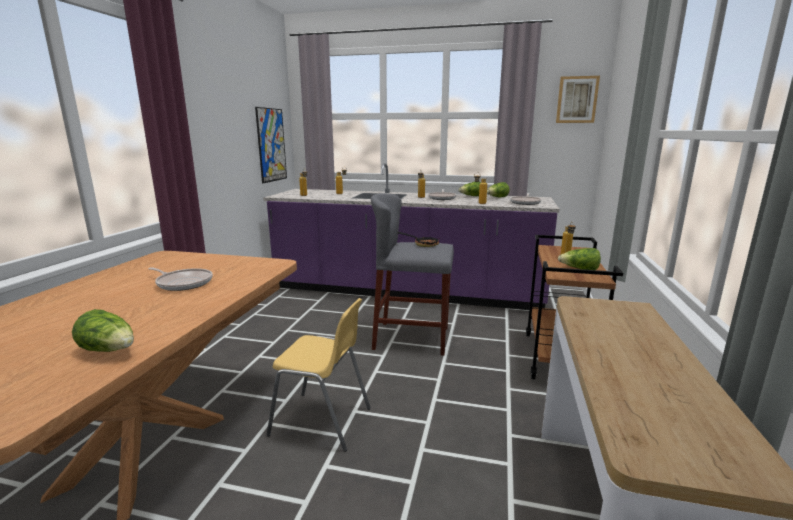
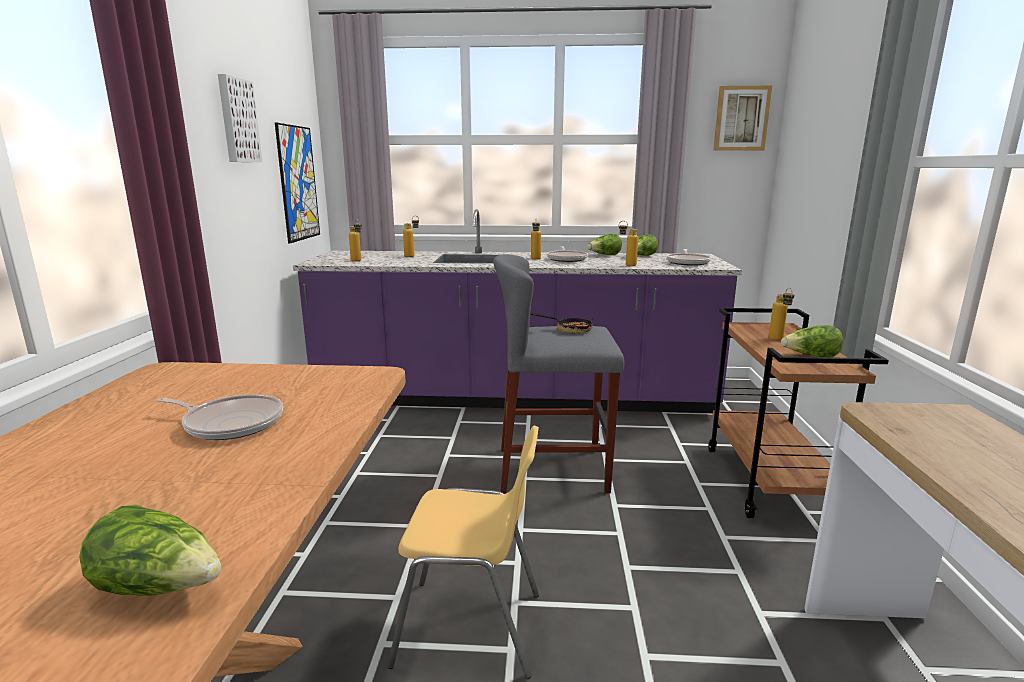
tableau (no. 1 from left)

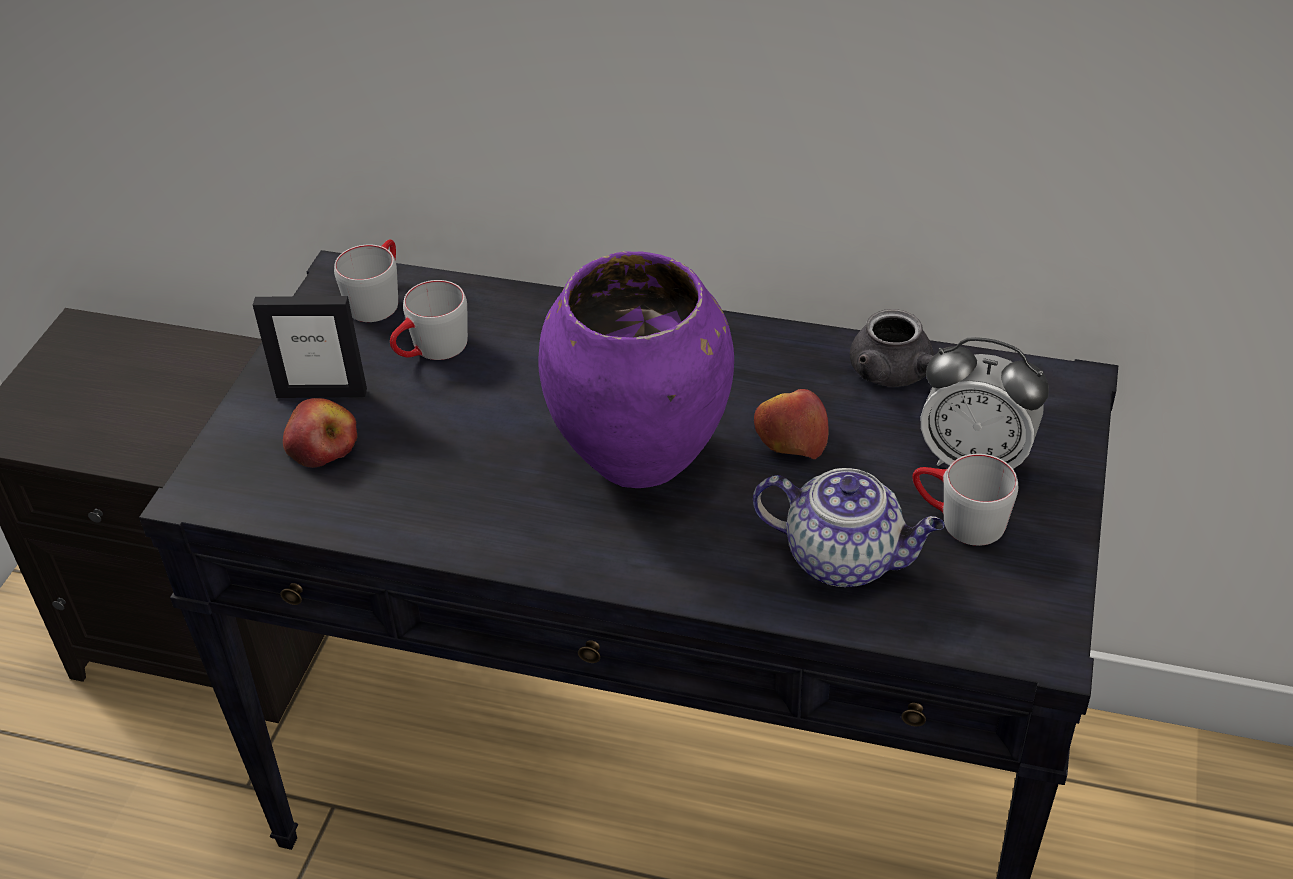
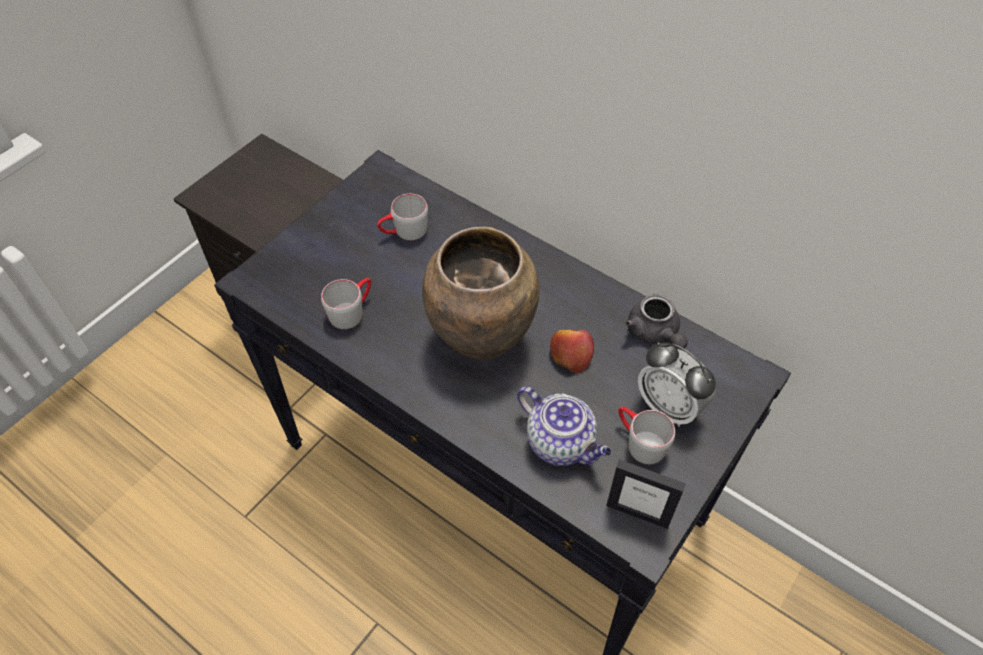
cadre photo
pomme (no. 1 from left in the first image)
mug [gris] (no. 1 from left)
vase [marron]

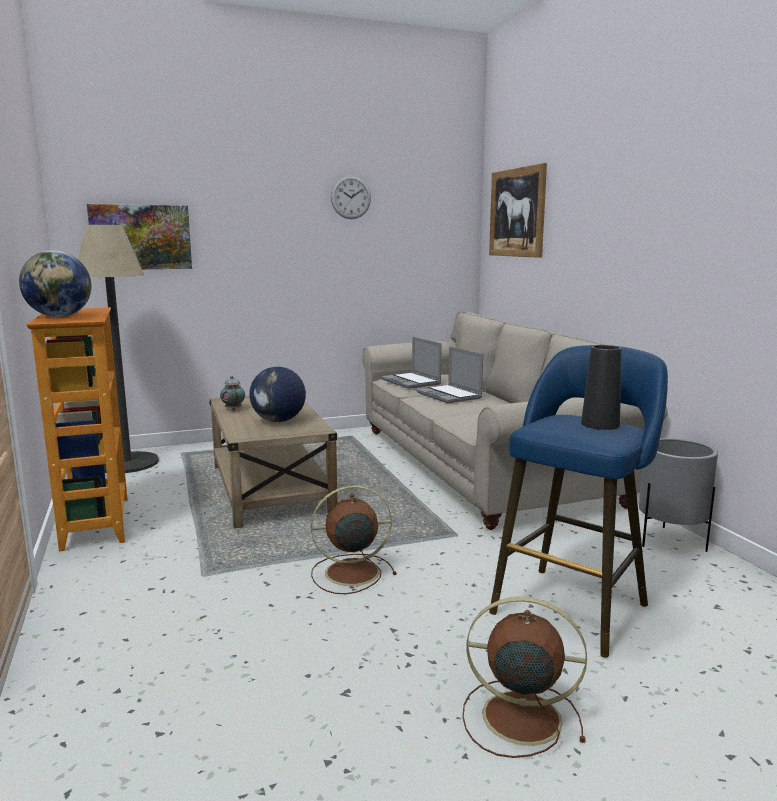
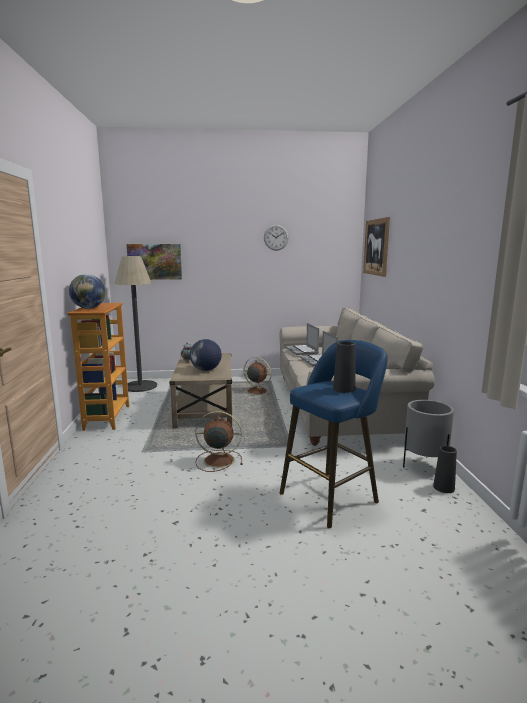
ventilateur [marron] (no. 2 from left)
vase [noir] (no. 2 from left)

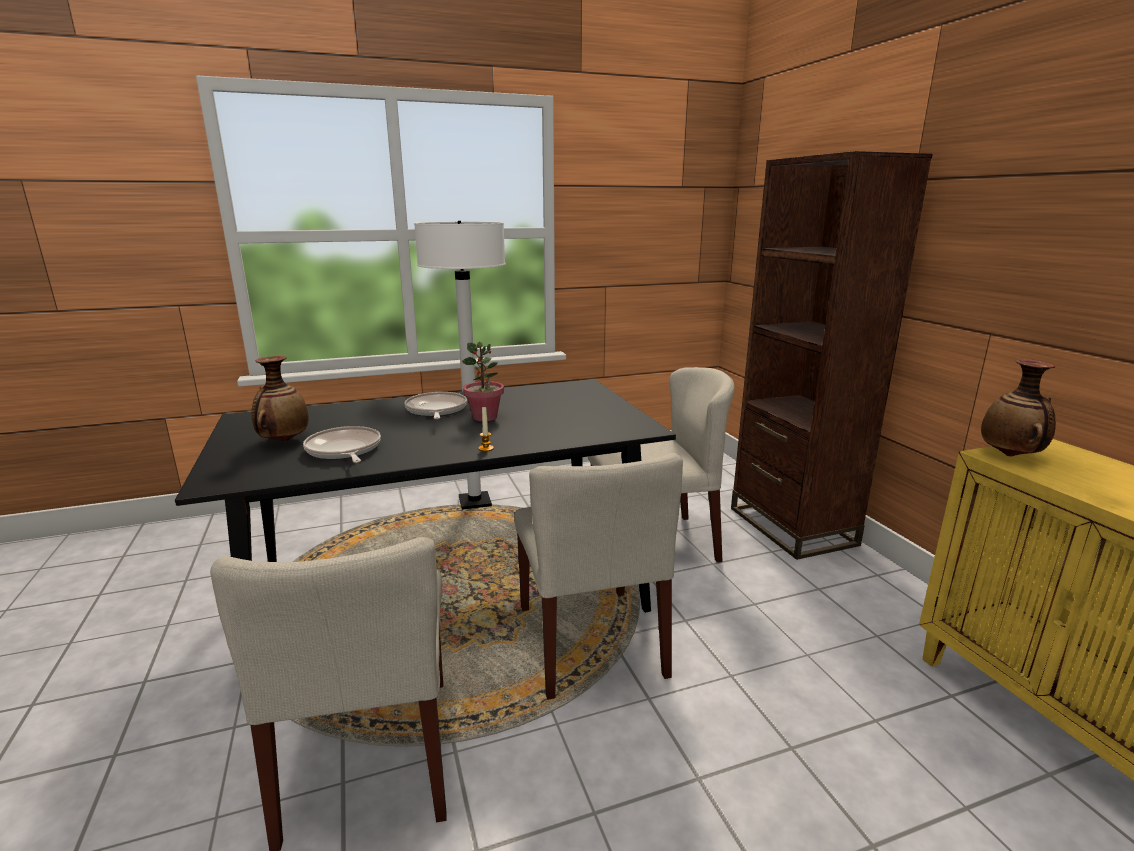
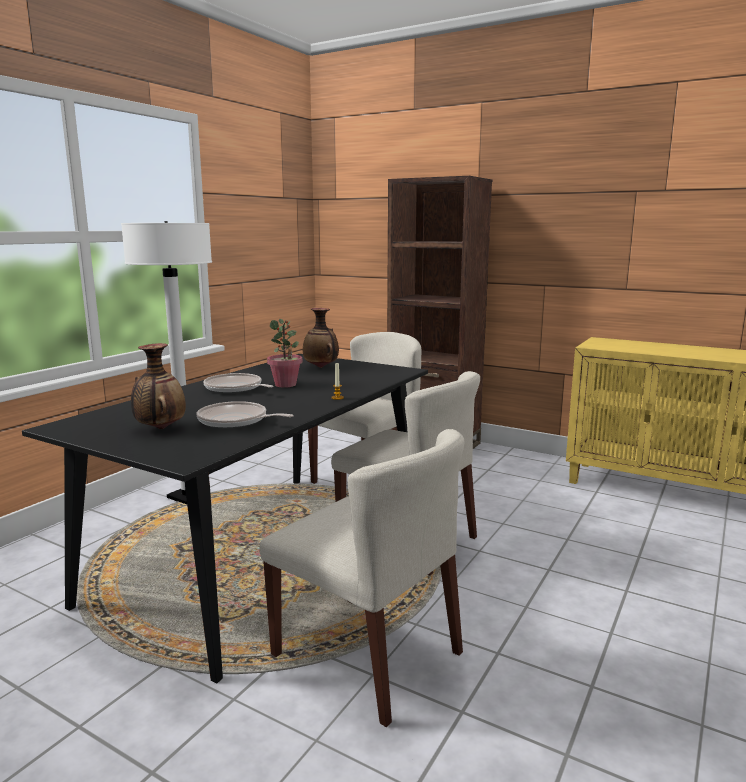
vase (no. 2 from left)

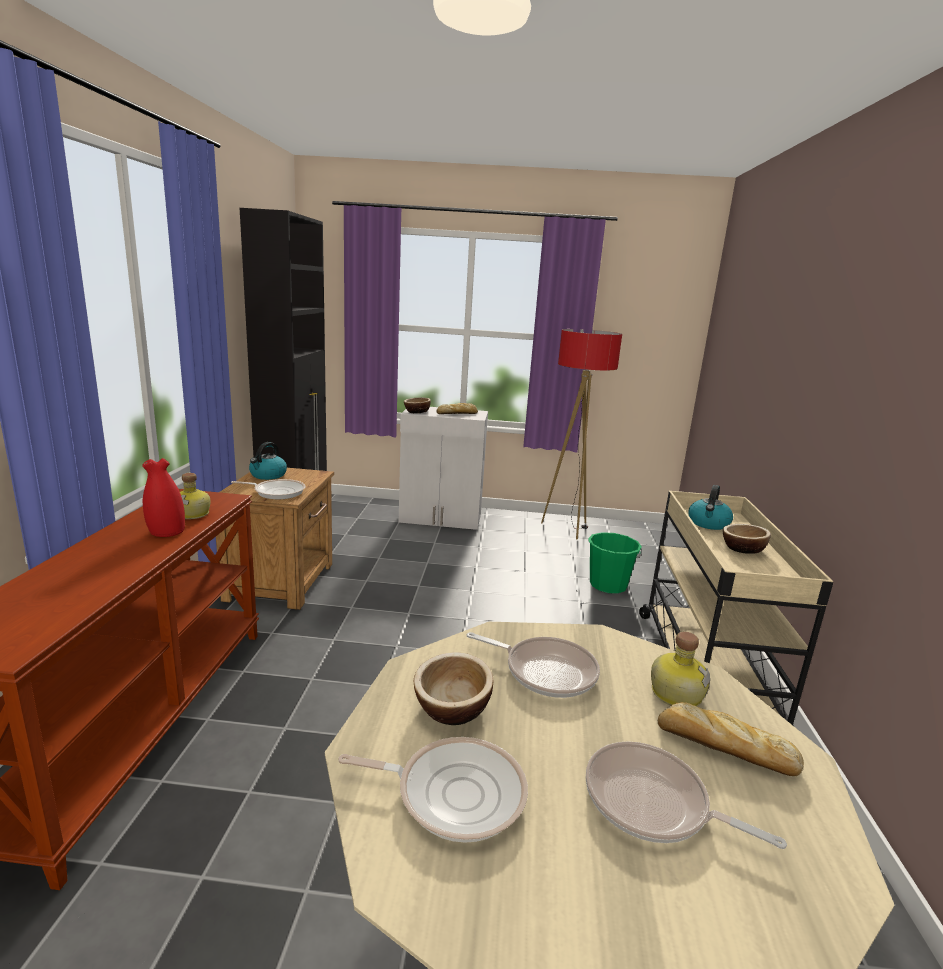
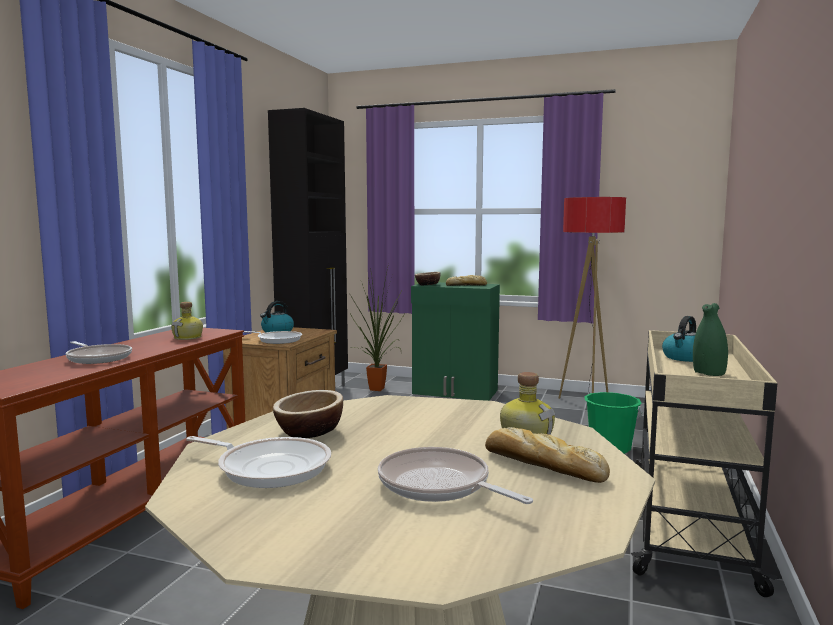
vase [rouge]
meuble de rangement [vert]
poêle (no. 1 from left)
vase [vert]
plante en pot

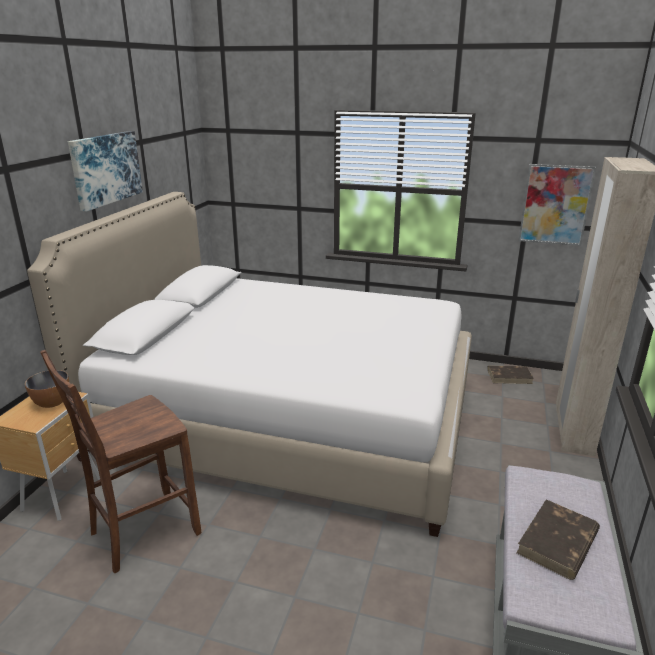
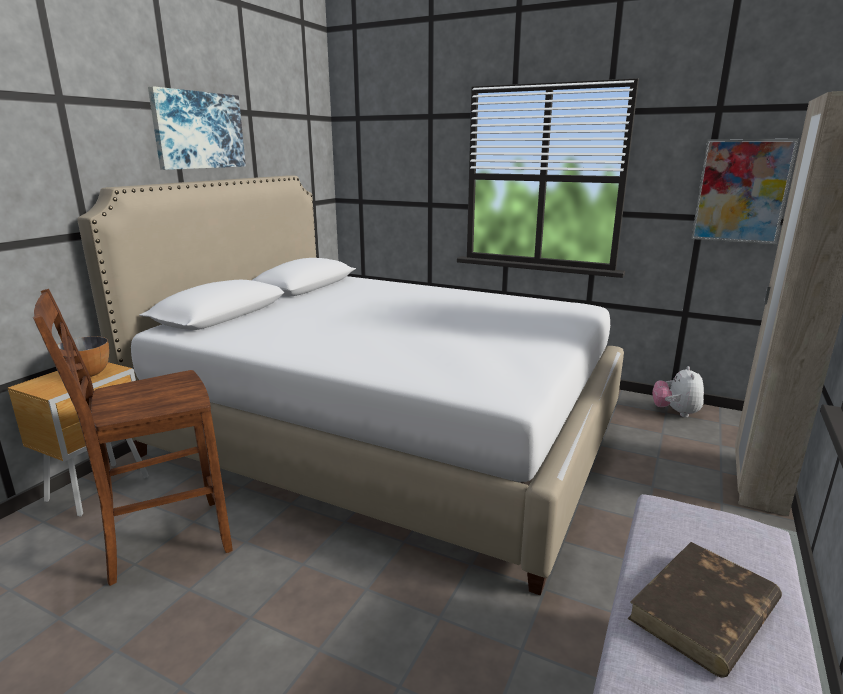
peluche

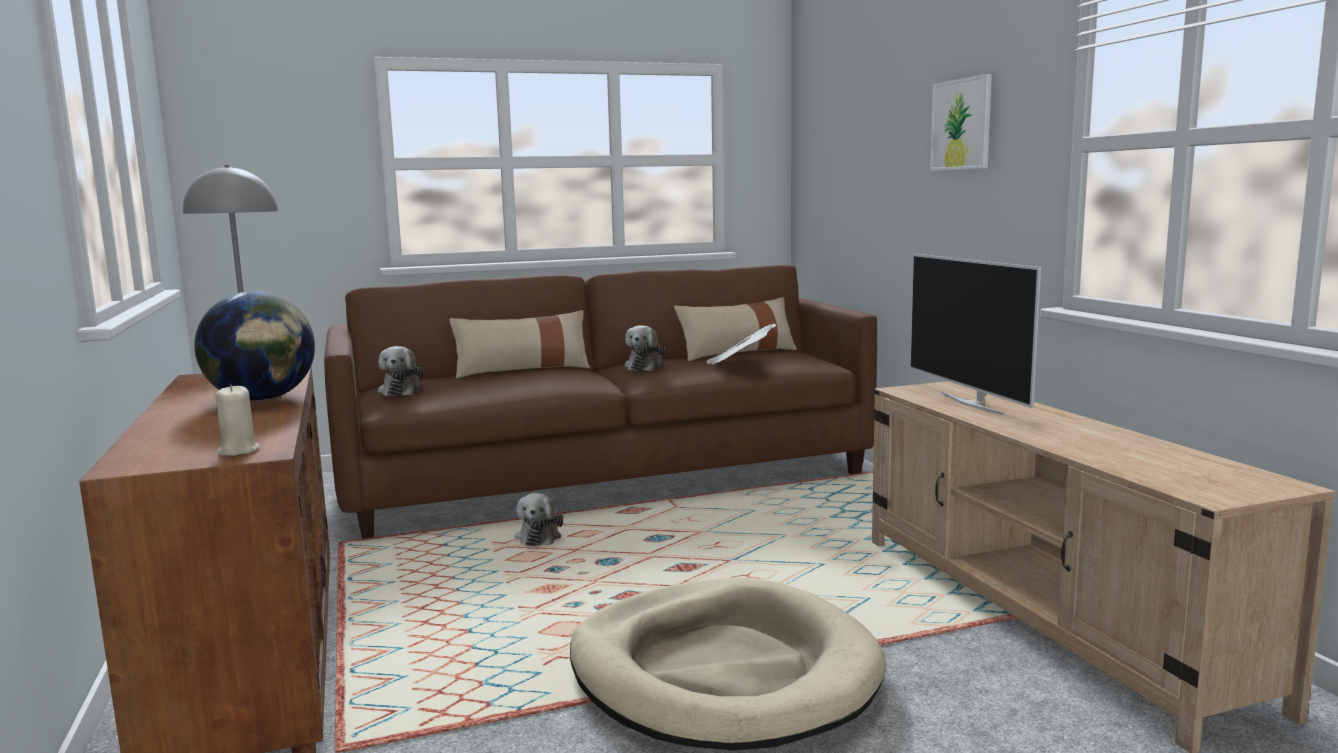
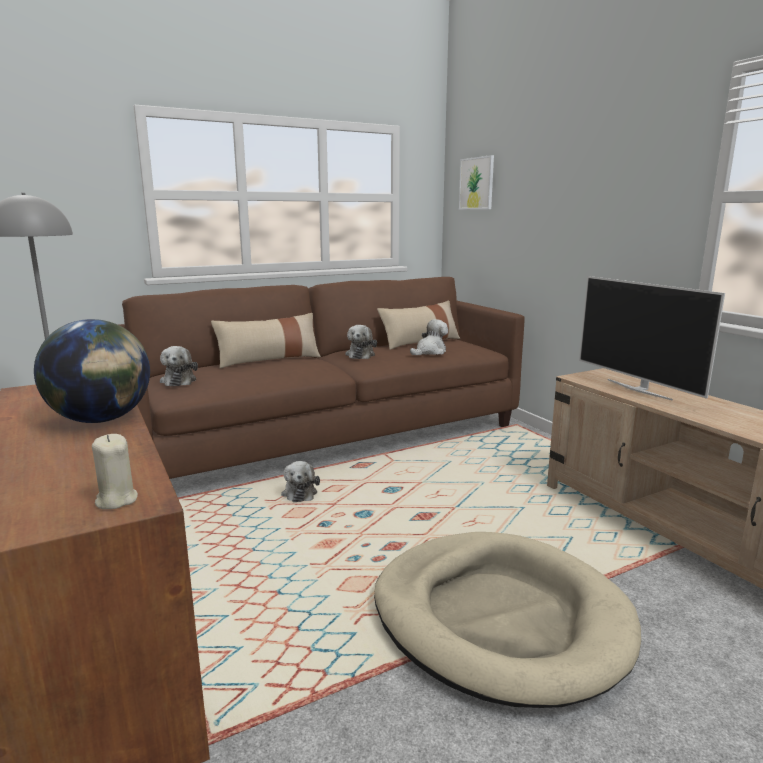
peluche (no. 4 from left)
tableau

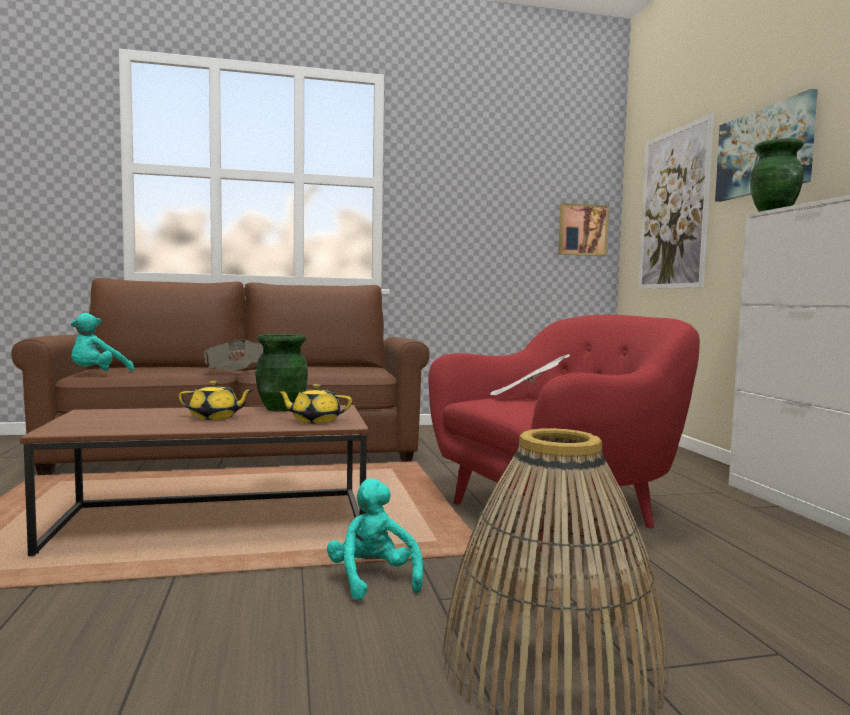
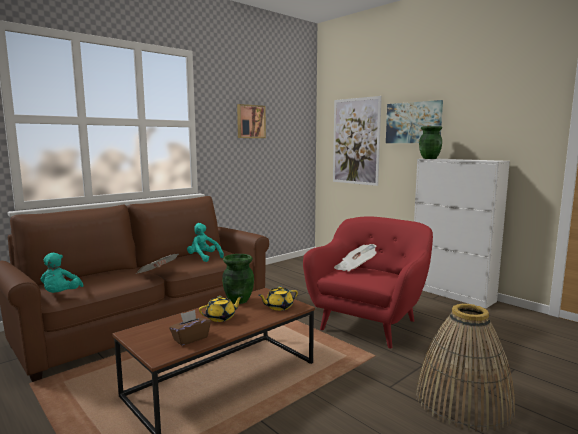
peluche [turquoise] (no. 2 from left)
tableau (no. 1 from left)
boîte à mouchoirs [marron]

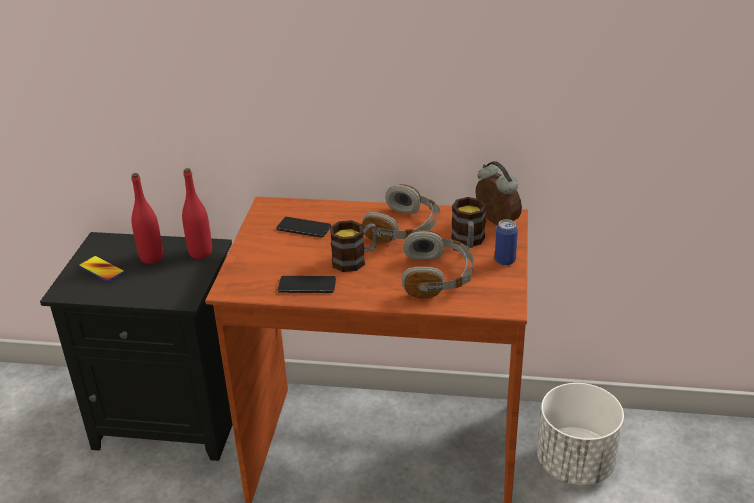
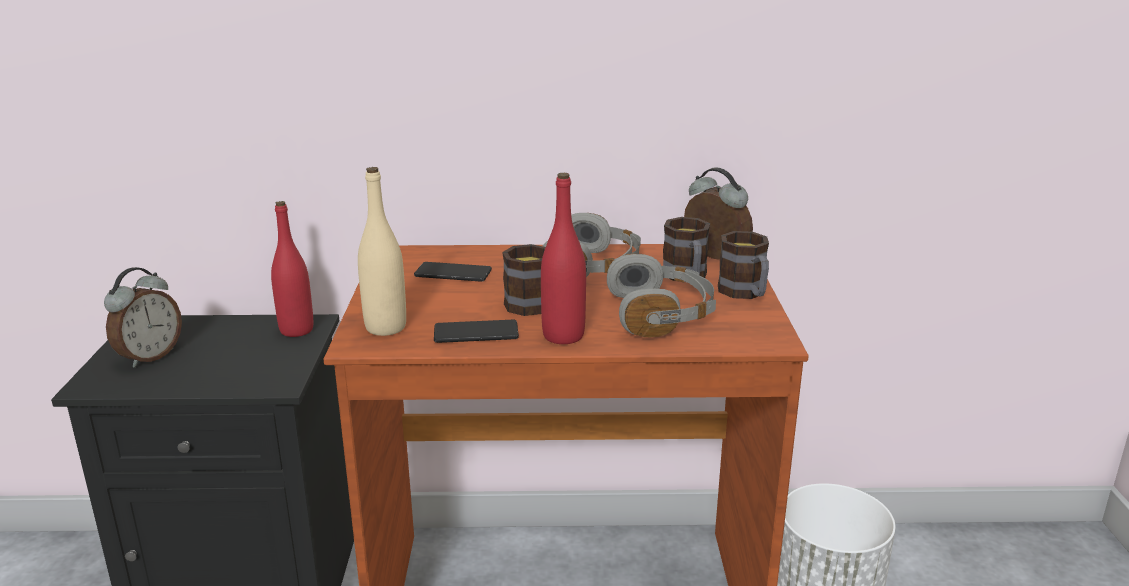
réveil (no. 1 from left)
bouteille [rouge] (no. 2 from left)
mug (no. 3 from left)
bouteille [beige]

